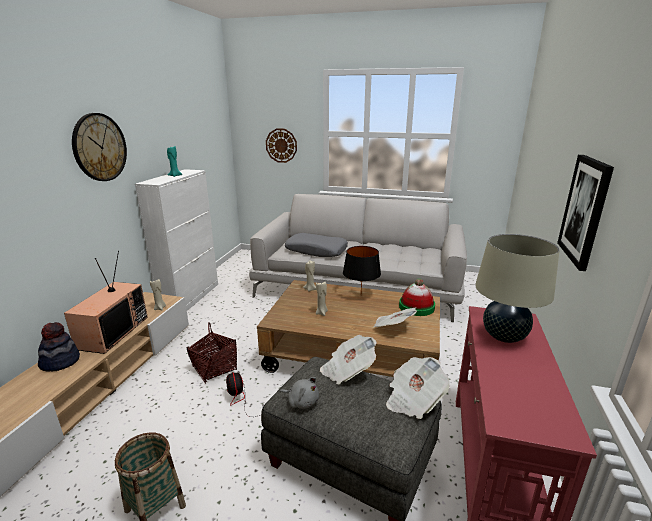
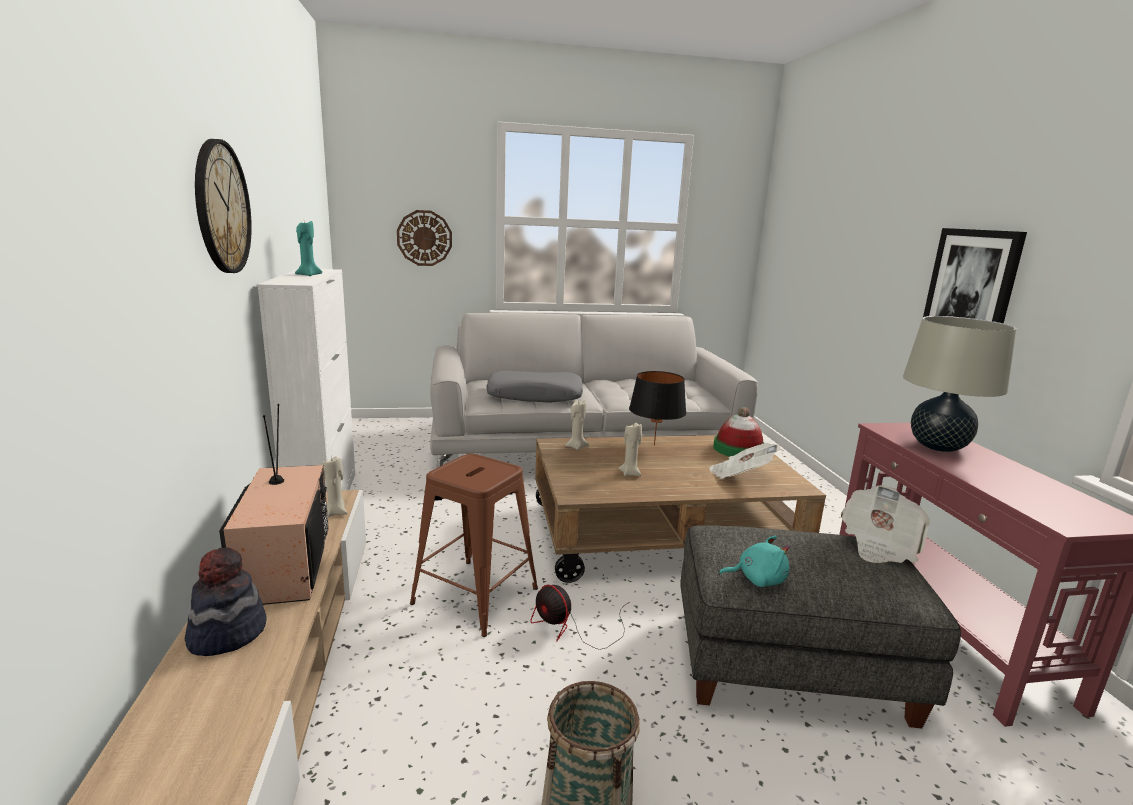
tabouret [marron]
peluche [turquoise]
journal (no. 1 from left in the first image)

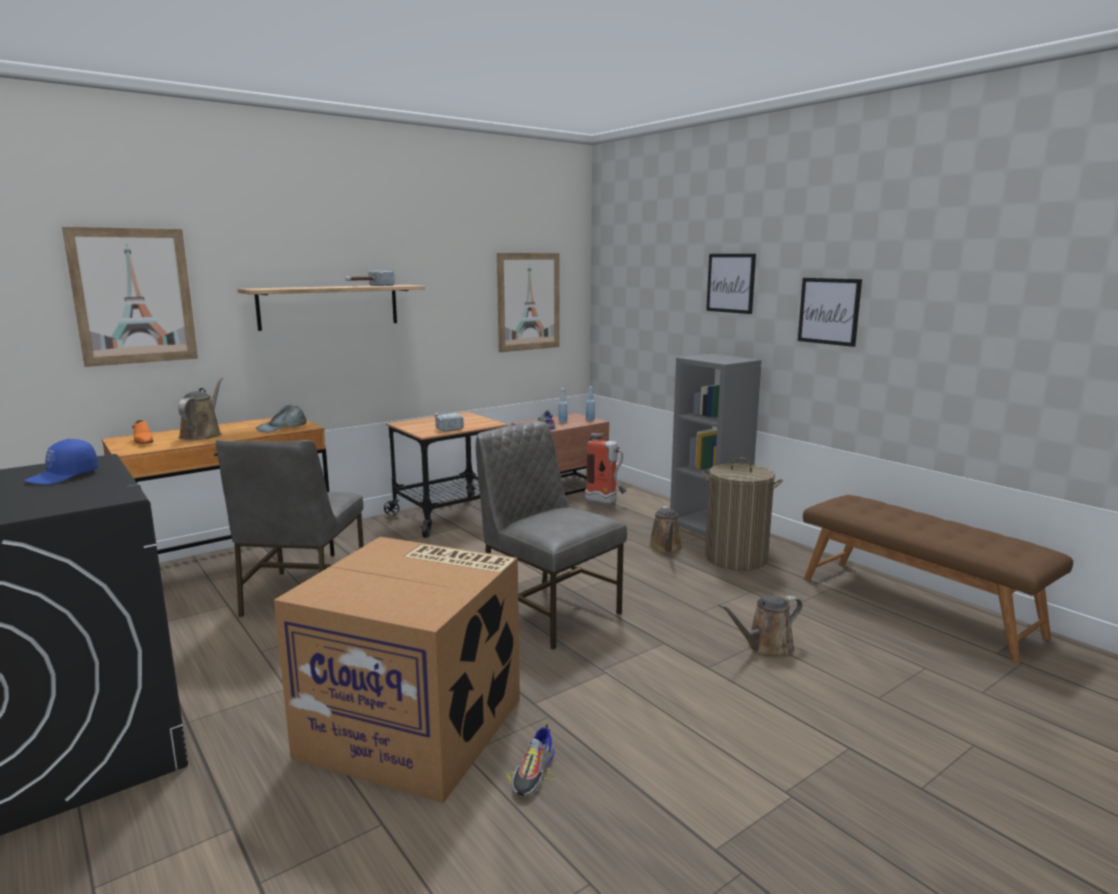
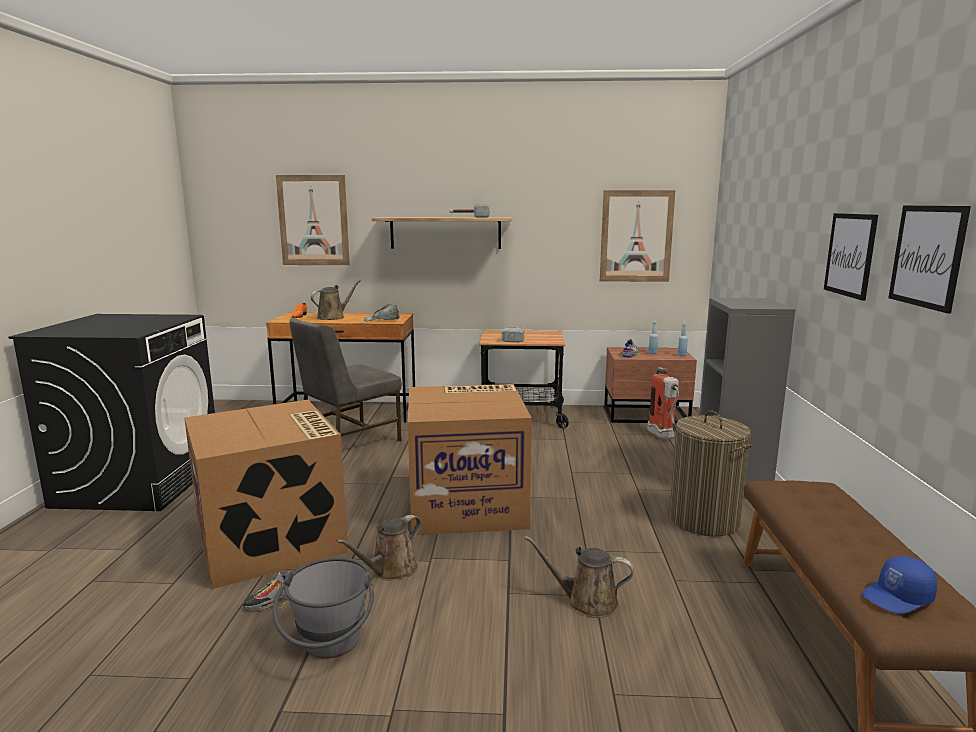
casquette [bleu]
carton (no. 2 from left)
arrosoir [marron] (no. 2 from left)
tableau (no. 4 from left)
seau [gris]

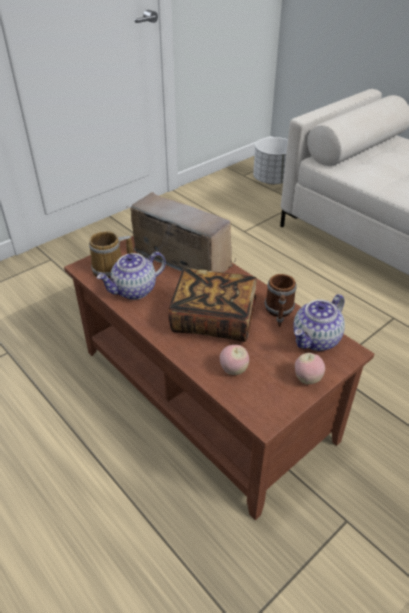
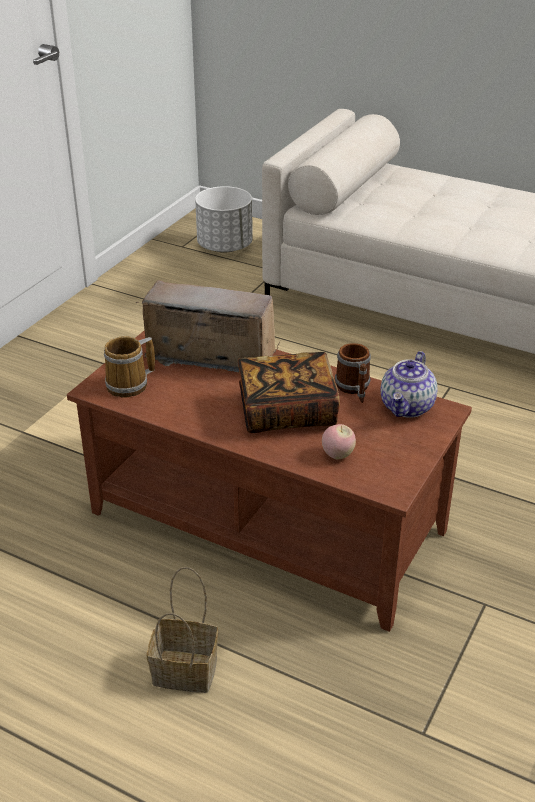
théière (no. 1 from left in the first image)
pomme (no. 2 from left in the first image)
panier

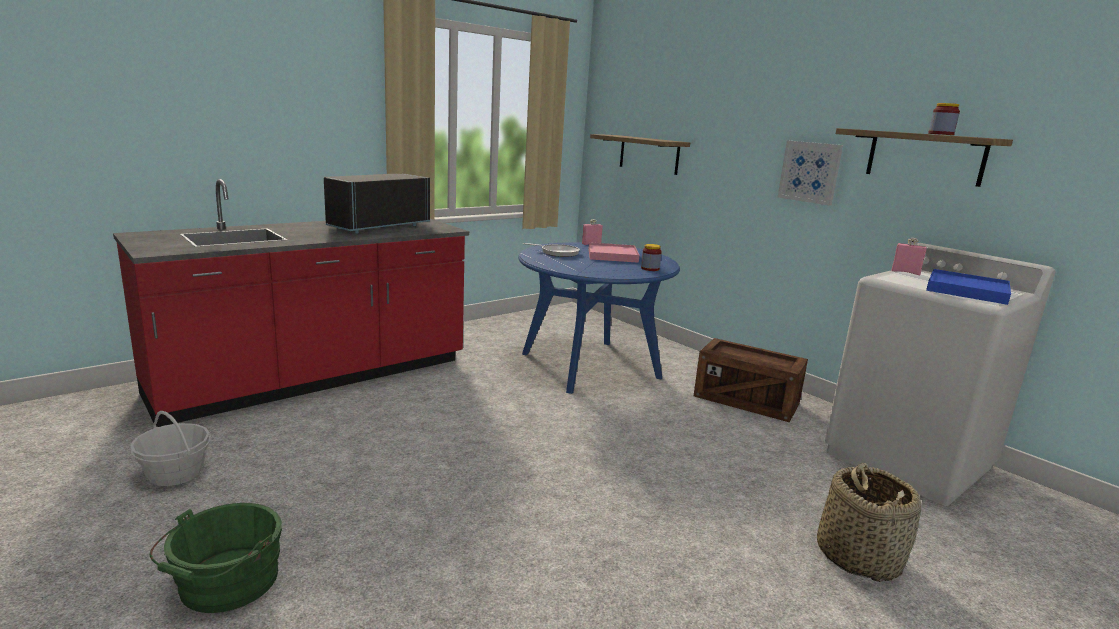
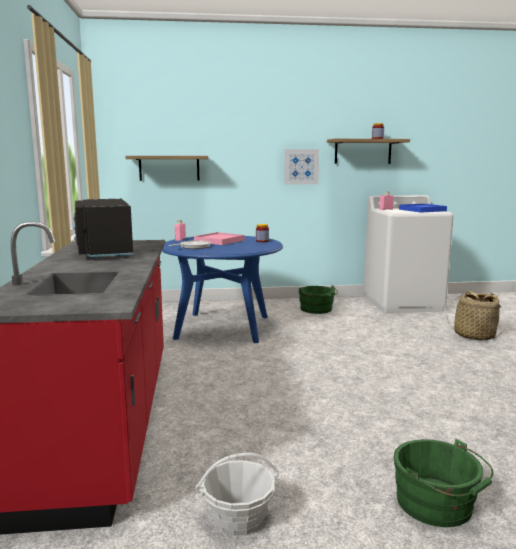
seau [vert] (no. 1 from left)

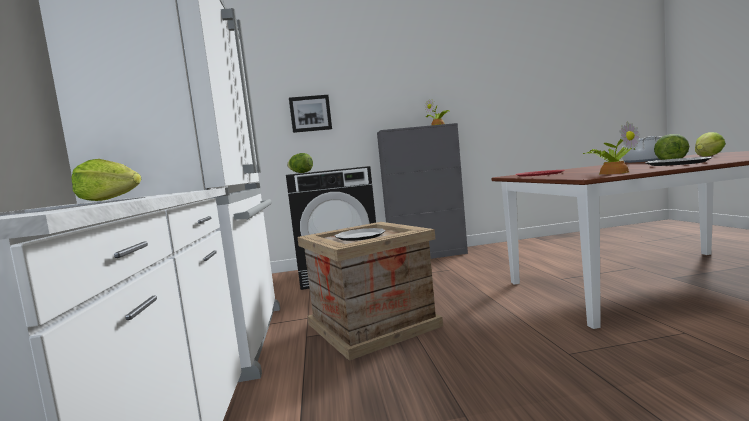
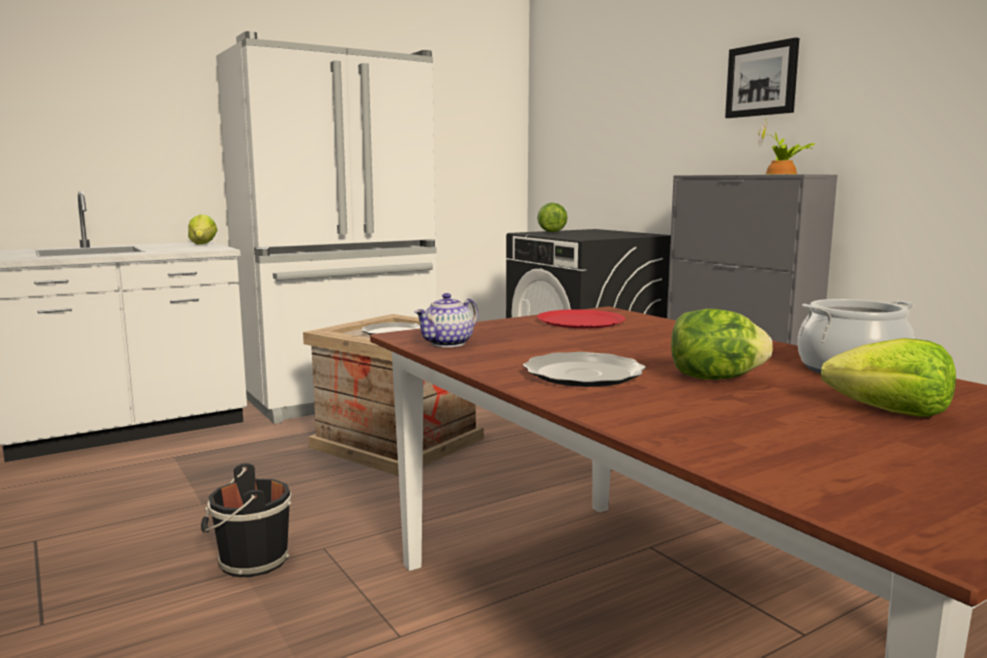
tableau
théière
seau [noir]

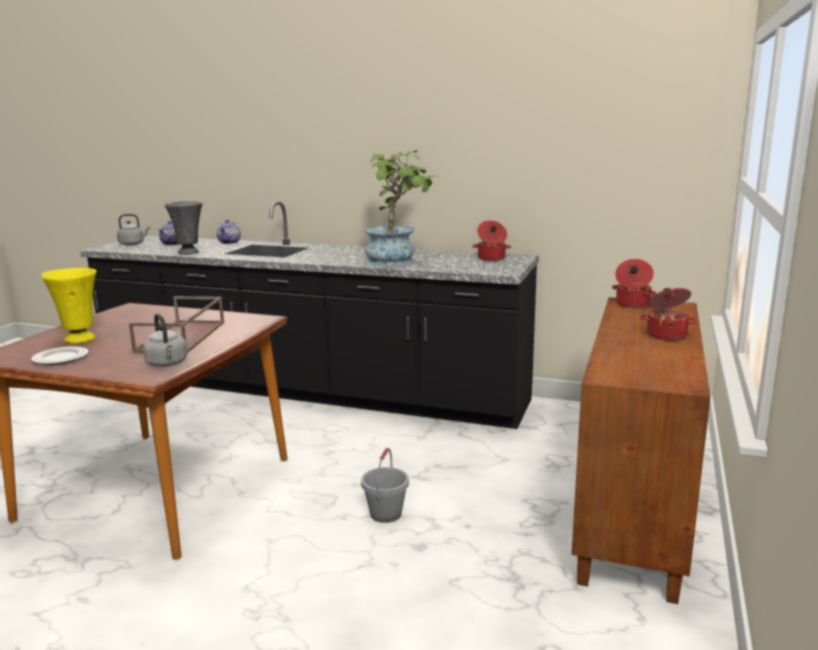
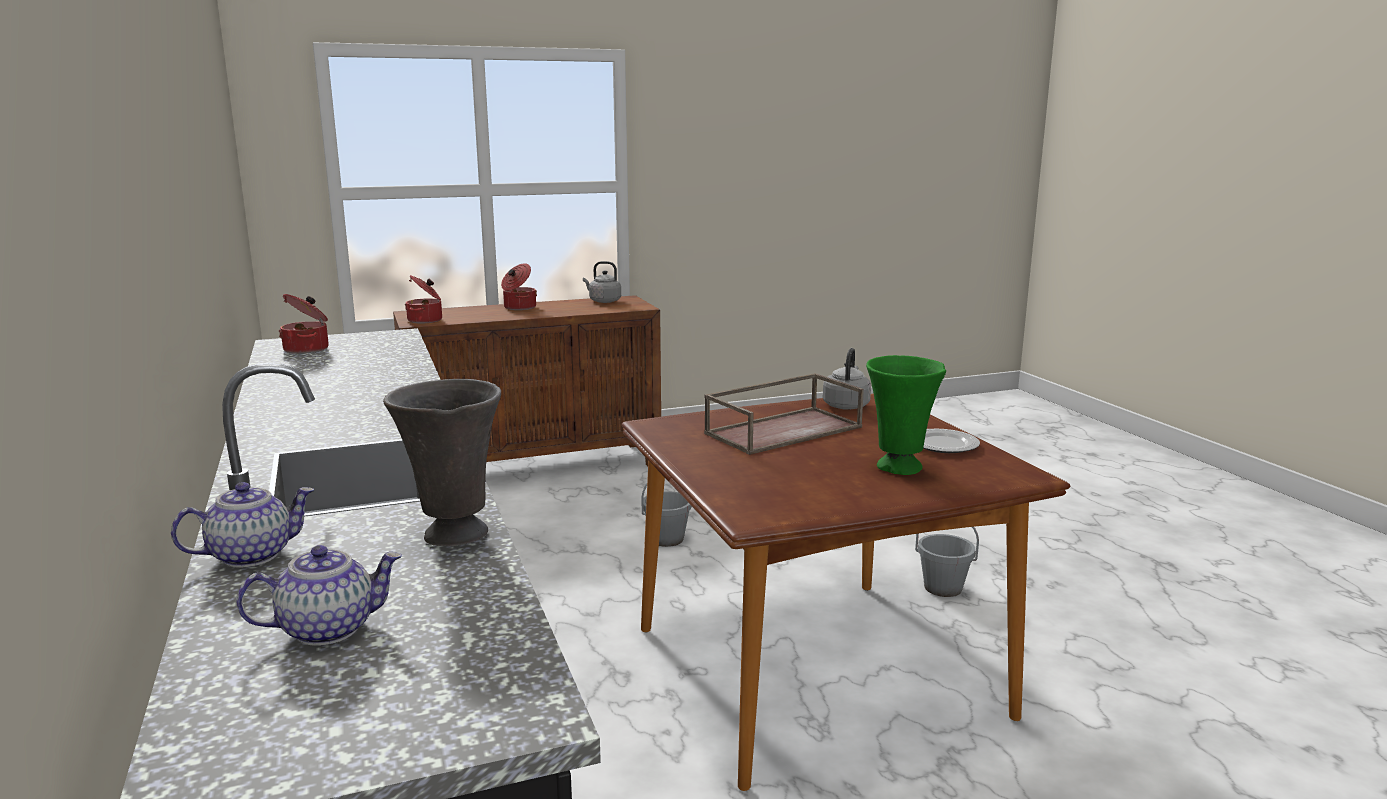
vase [vert]
bouilloire [gris] (no. 1 from left)
plante en pot
seau [gris] (no. 2 from left)

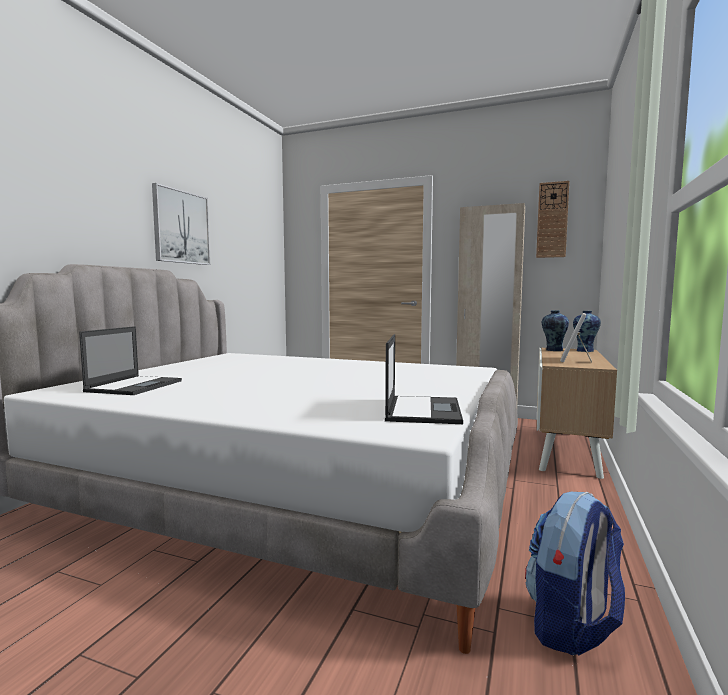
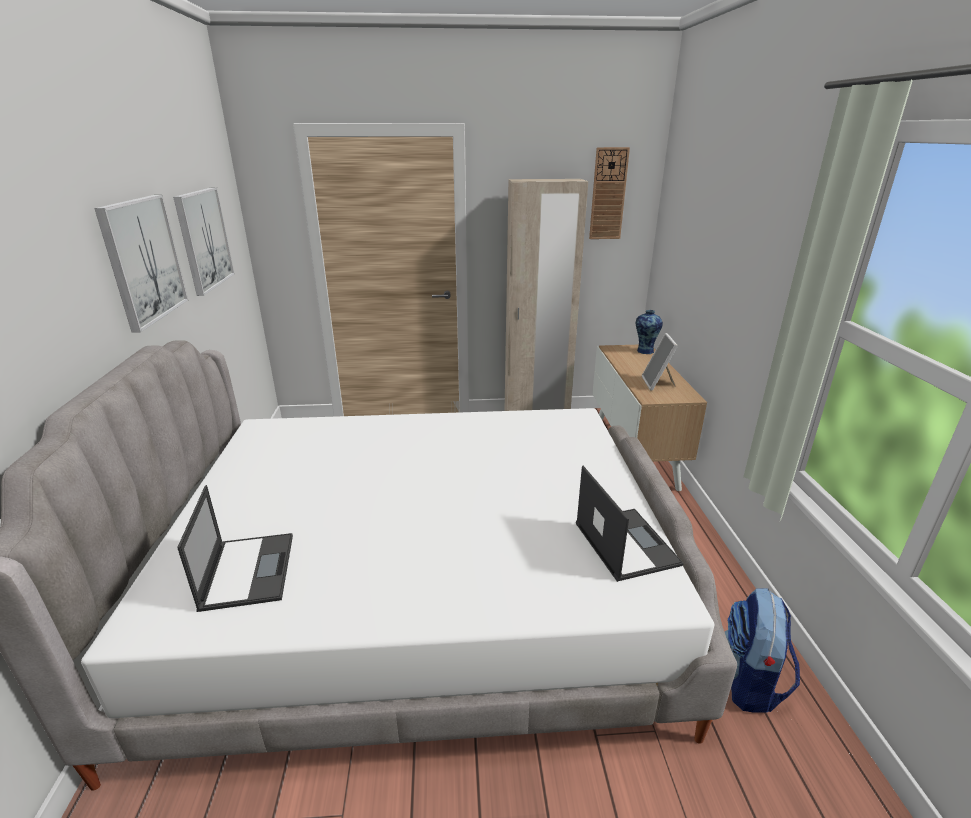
vase (no. 1 from left in the first image)
tableau (no. 2 from left)

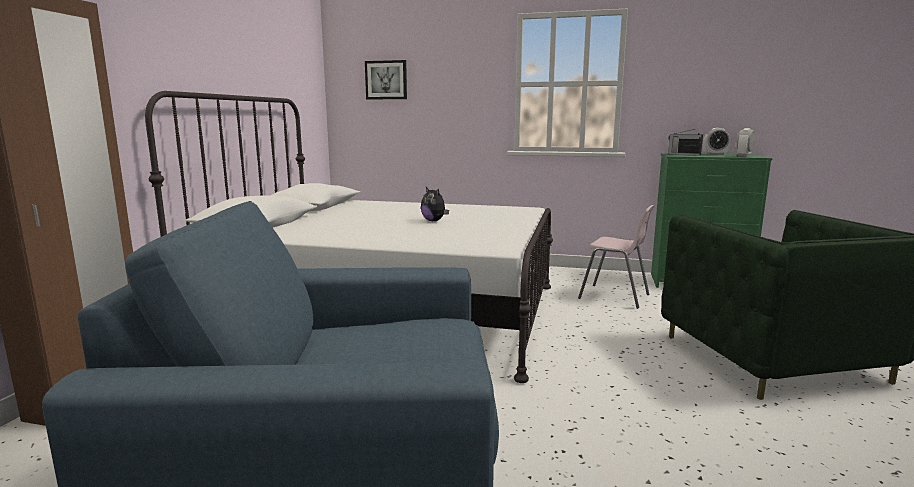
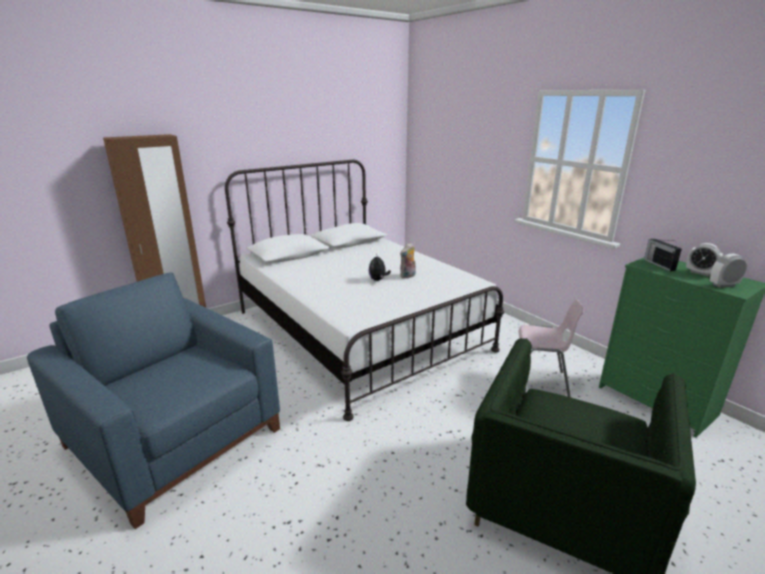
tableau
chaise [rose]
peluche (no. 2 from left)

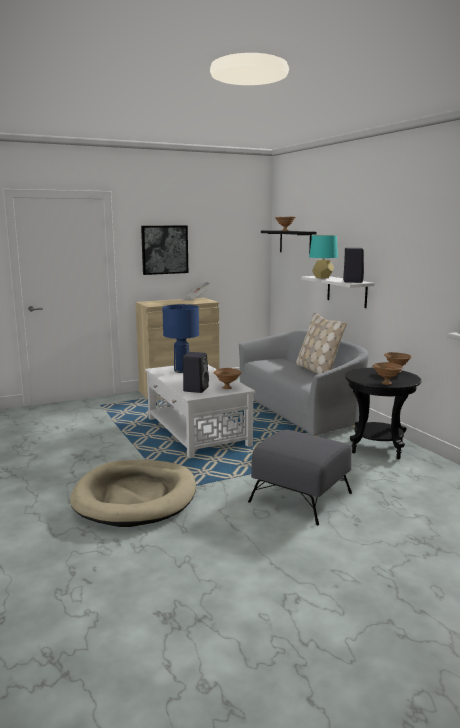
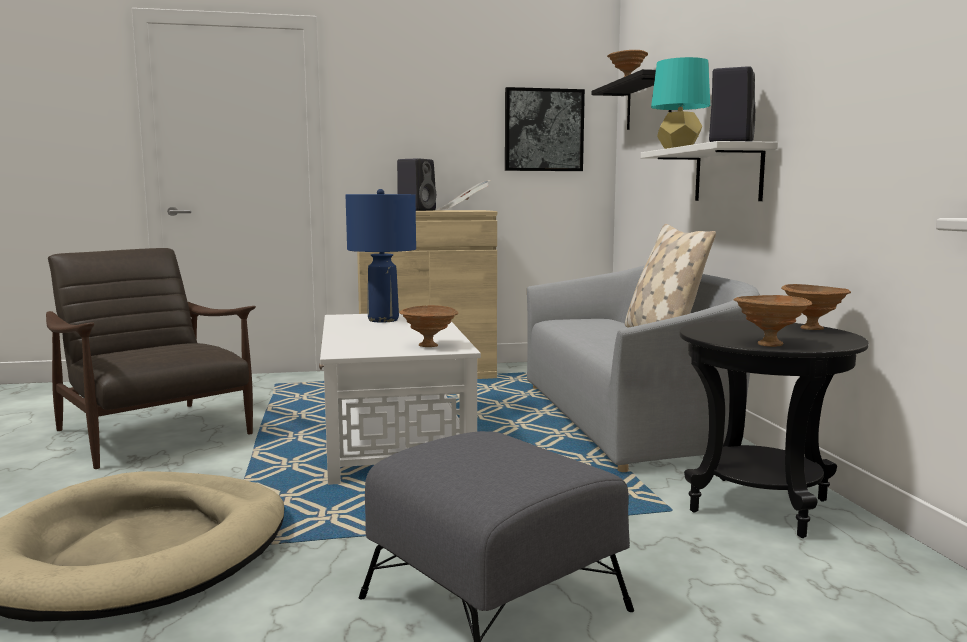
tableau
enceinte [noir] (no. 1 from left)
fauteuil [marron]

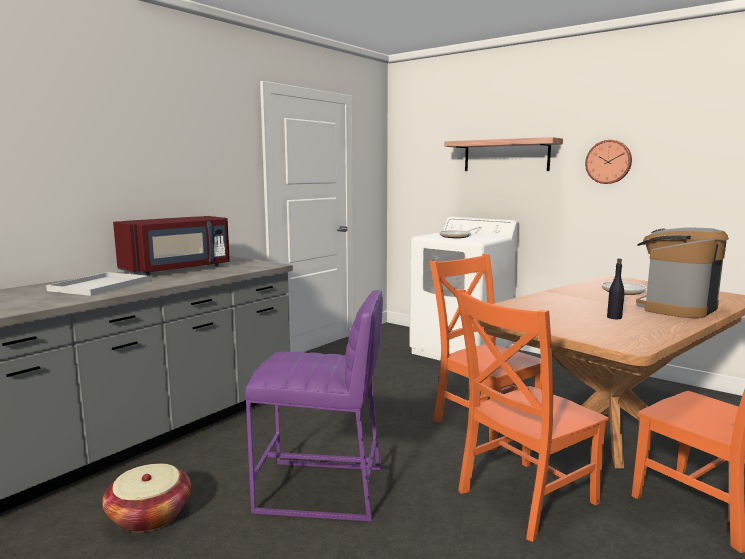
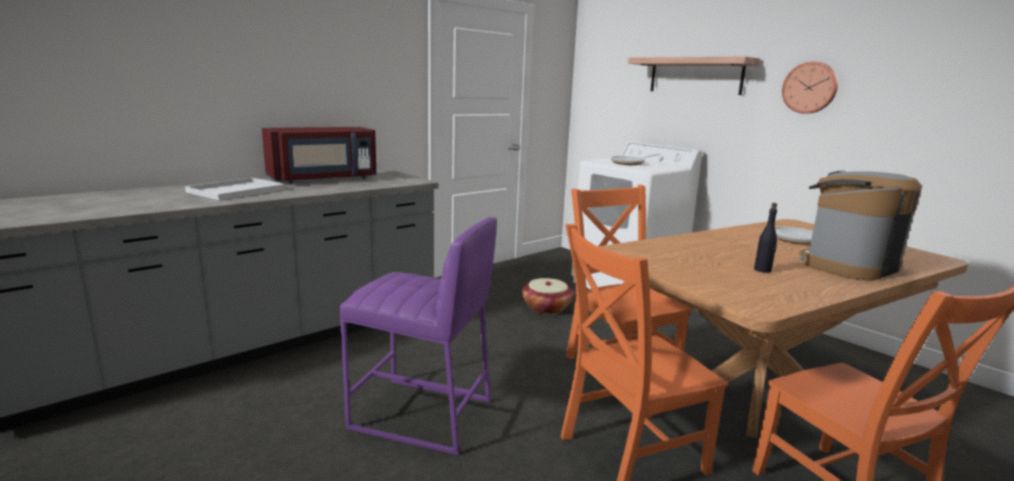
panier

